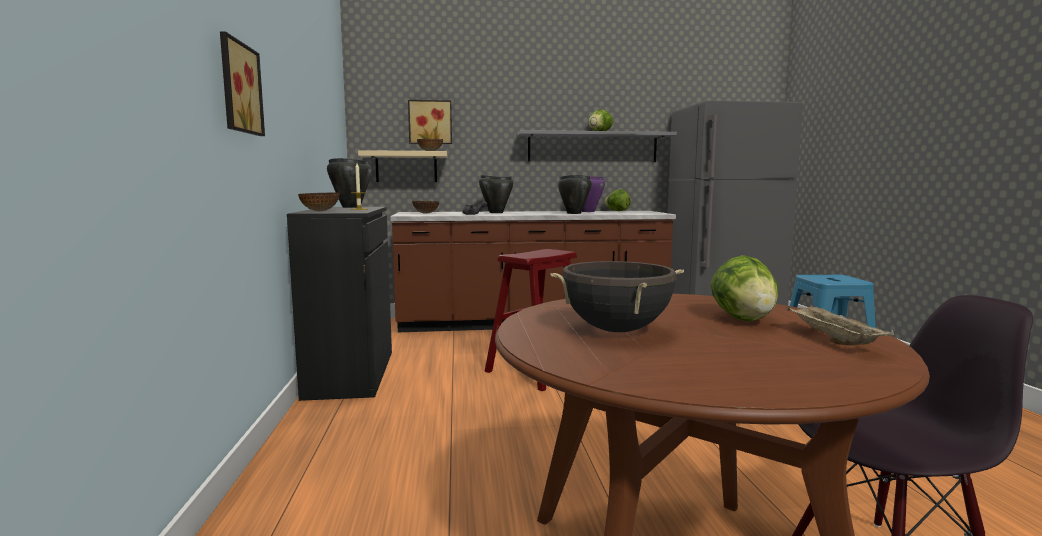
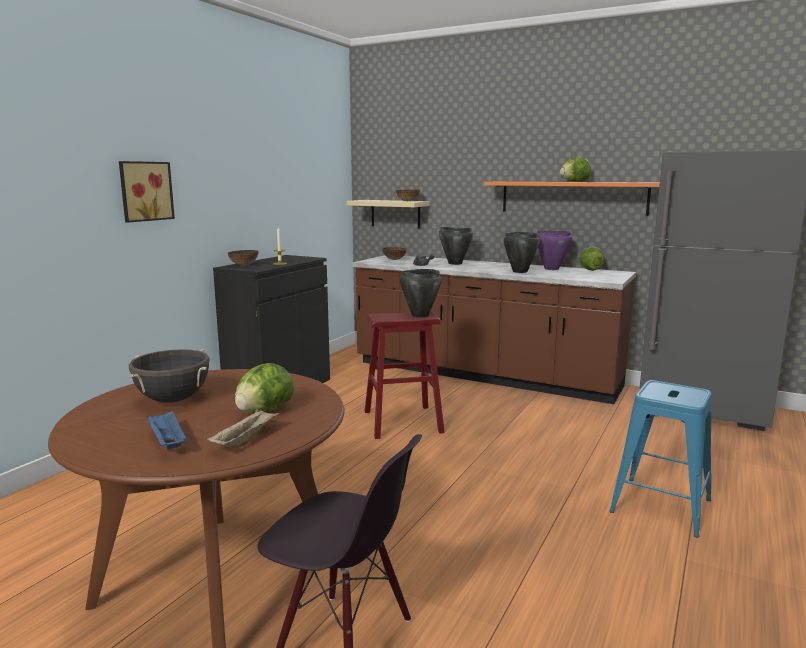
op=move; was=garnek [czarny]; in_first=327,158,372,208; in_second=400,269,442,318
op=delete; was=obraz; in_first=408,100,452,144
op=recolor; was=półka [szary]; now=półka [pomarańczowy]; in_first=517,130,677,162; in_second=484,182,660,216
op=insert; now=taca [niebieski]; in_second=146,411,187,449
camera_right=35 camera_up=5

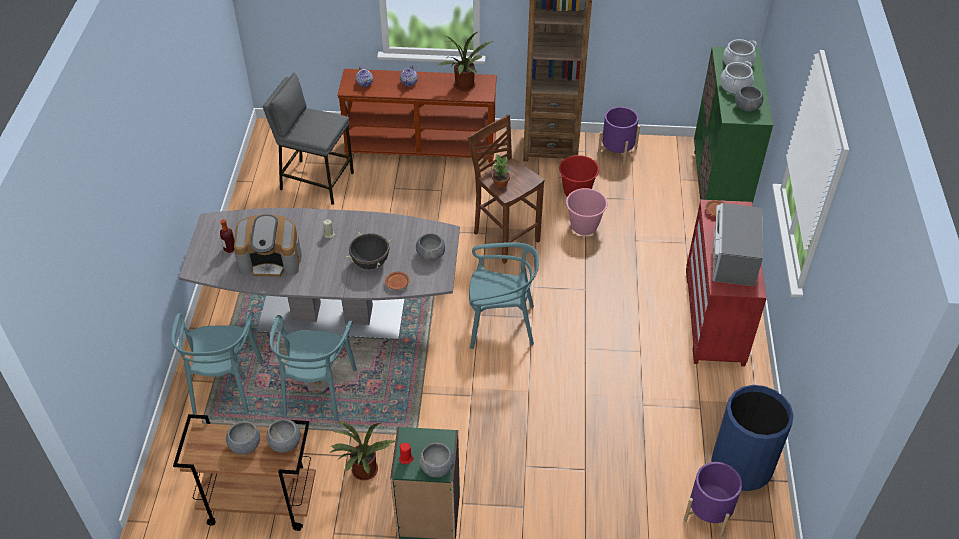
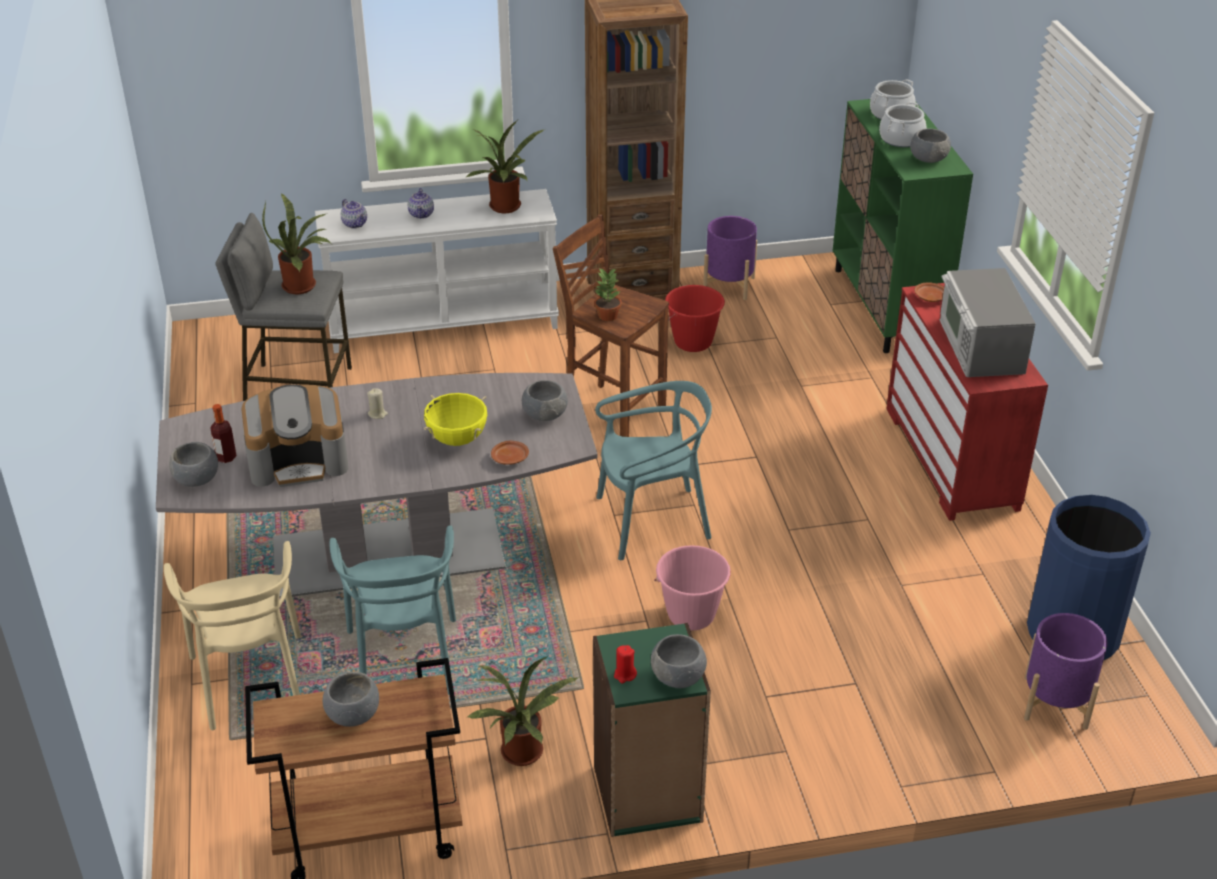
op=recolor; was=krzesło [turkusowy]; now=krzesło [beżowy]; in_first=171,312,263,415; in_second=164,541,301,730
op=move; was=miska [szary]; in_first=267,419,301,453; in_second=169,442,218,487
op=recolor; was=stolik konsolowy [brązowy]; now=stolik konsolowy [biały]; in_first=337,69,497,166; in_second=315,189,559,353
op=recolor; was=garnek [czarny]; now=garnek [żółty]; in_first=346,232,392,269; in_second=424,393,487,446
op=move; was=wiadro [różowy]; in_first=565,188,608,235; in_second=654,545,731,630
op=insert; now=roślina doniczkowa; in_second=262,193,331,294
camera_right=-15 camera_up=-10

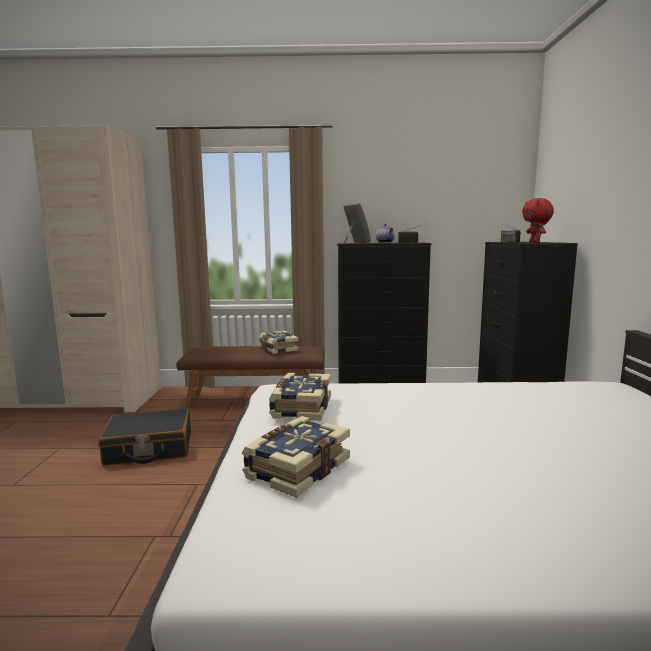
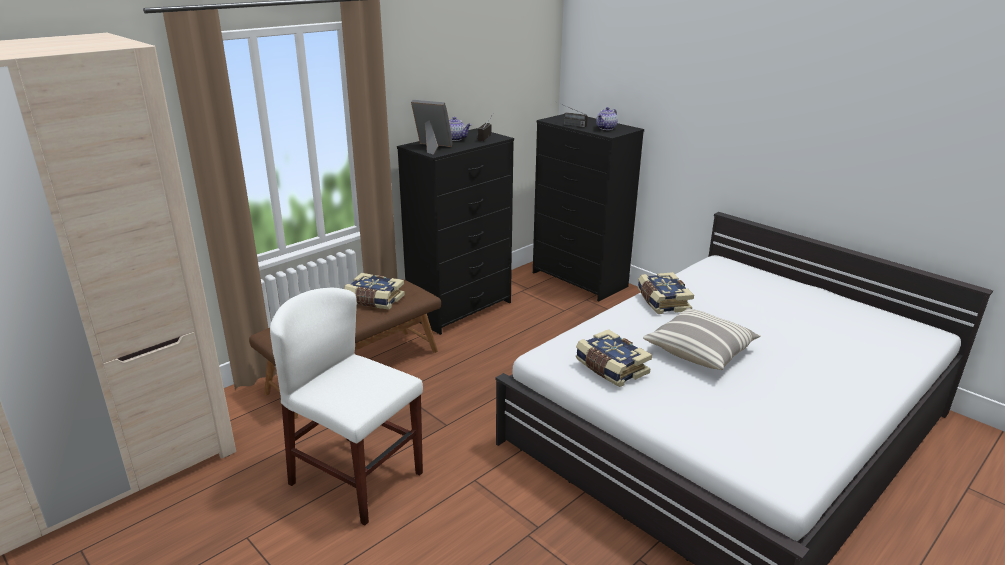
op=replace; was=walizka [czarny]; now=krzesło [biały]; in_first=98,408,191,465; in_second=270,287,423,525
op=move; was=książka; in_first=242,416,350,498; in_second=638,272,694,314
op=replace; was=pluszak [czerwony]; now=imbryk; in_first=522,198,554,243; in_second=596,107,618,130
op=insert; now=poduszka; in_second=643,308,761,370
camera_right=-45 camera_up=15

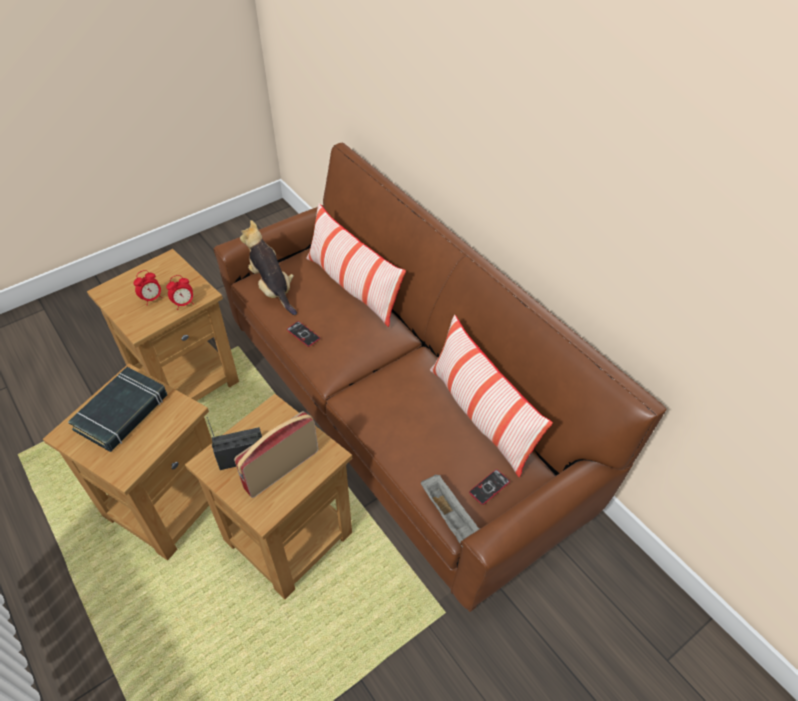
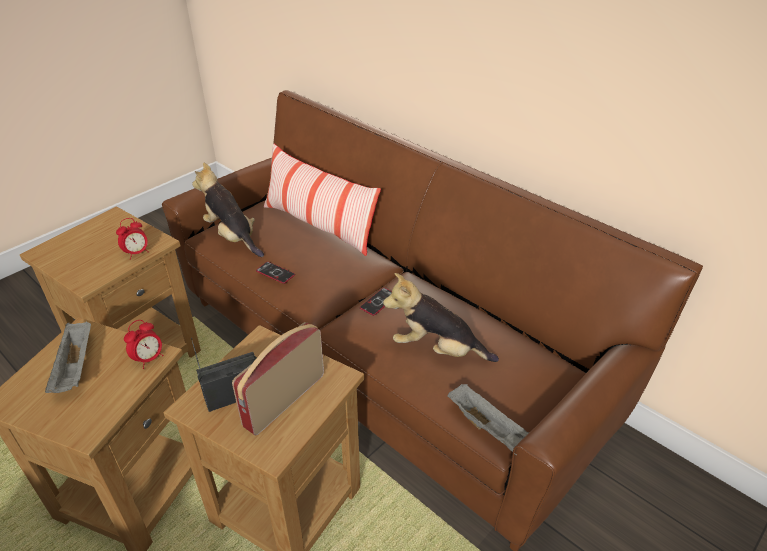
op=replace; was=książka [czarny]; now=taca [szary]; in_first=68,367,167,452; in_second=45,322,91,393
op=move; was=budzik; in_first=134,270,162,303; in_second=124,320,164,369
op=delete; was=poduszka; in_first=430,315,553,477
op=move; was=telefon; in_first=469,469,510,505; in_second=360,288,392,316
op=insert; now=pluszak; in_second=383,273,499,362
camera_right=-10 camera_up=-10

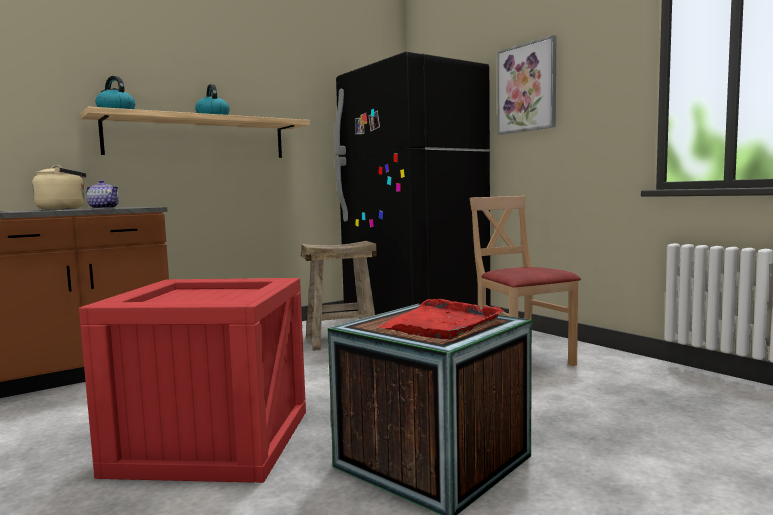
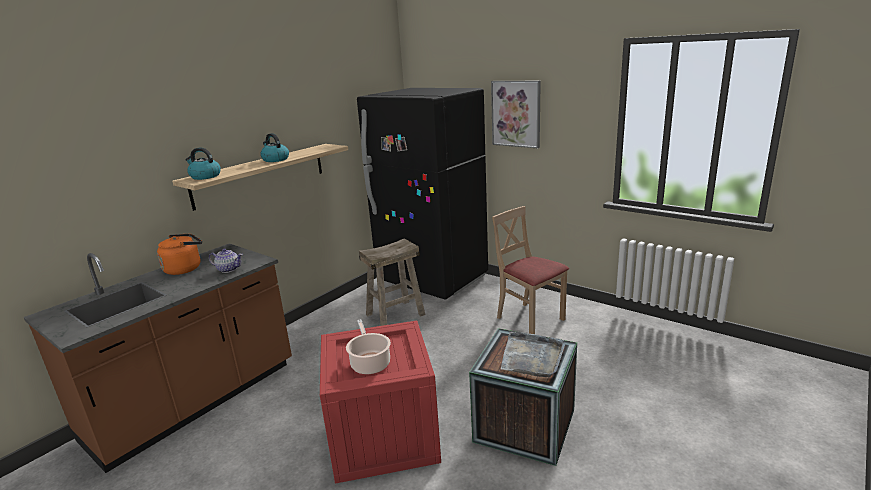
op=recolor; was=czajnik [beżowy]; now=czajnik [pomarańczowy]; in_first=32,165,87,210; in_second=157,234,202,275
op=recolor; was=taca [czerwony]; now=taca [szary]; in_first=377,299,504,339; in_second=501,332,565,377
op=insert; now=garnek; in_second=346,319,391,374
camera_right=-15 camera_up=15

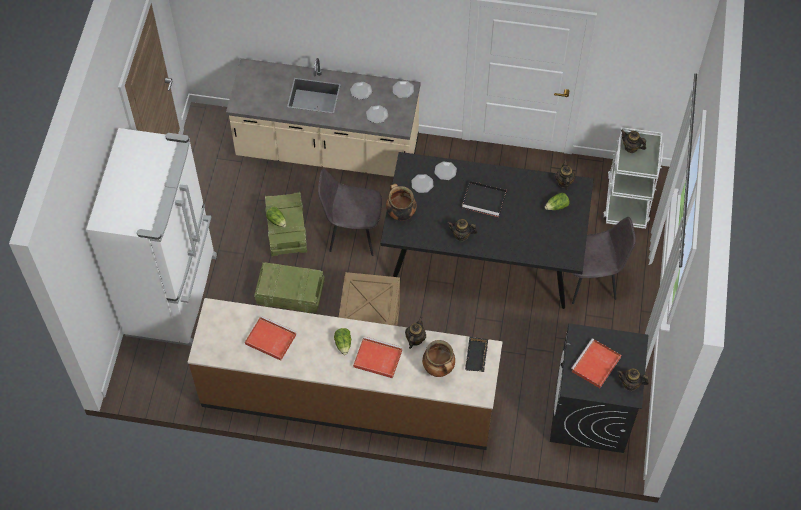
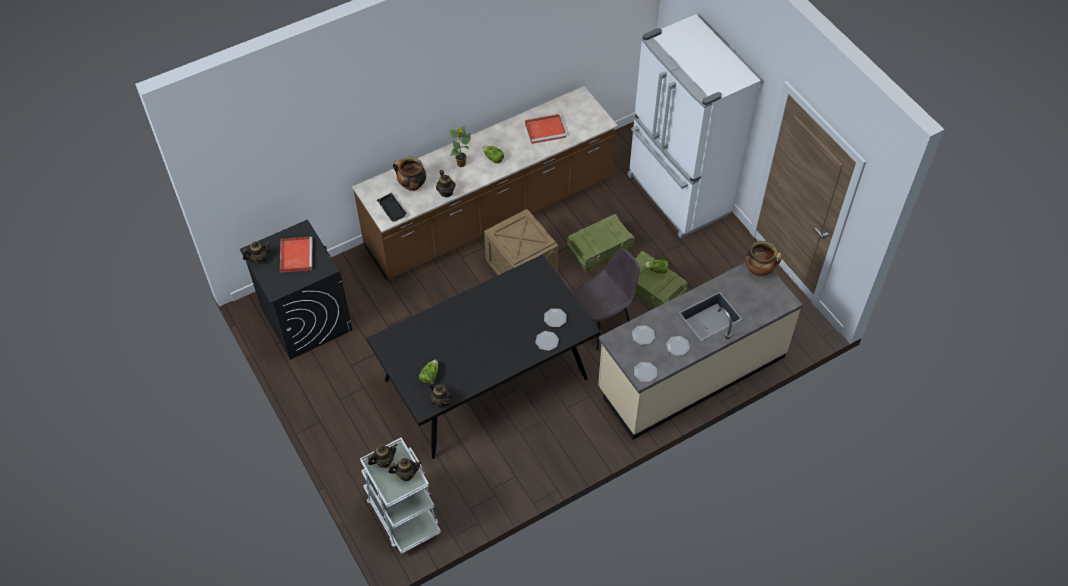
op=replace; was=taca [czerwony]; now=roślina doniczkowa; in_first=353,336,403,378; in_second=449,125,471,167
op=move; was=garnek; in_first=386,184,417,221; in_second=746,241,782,276
op=move; was=imbryk; in_first=447,219,477,241; in_second=368,444,397,468
op=delete; was=taca [czarny]; in_first=462,181,507,217
op=delete; was=krzesło [szary]; in_first=572,217,636,304
camera_right=140 camera_up=-5

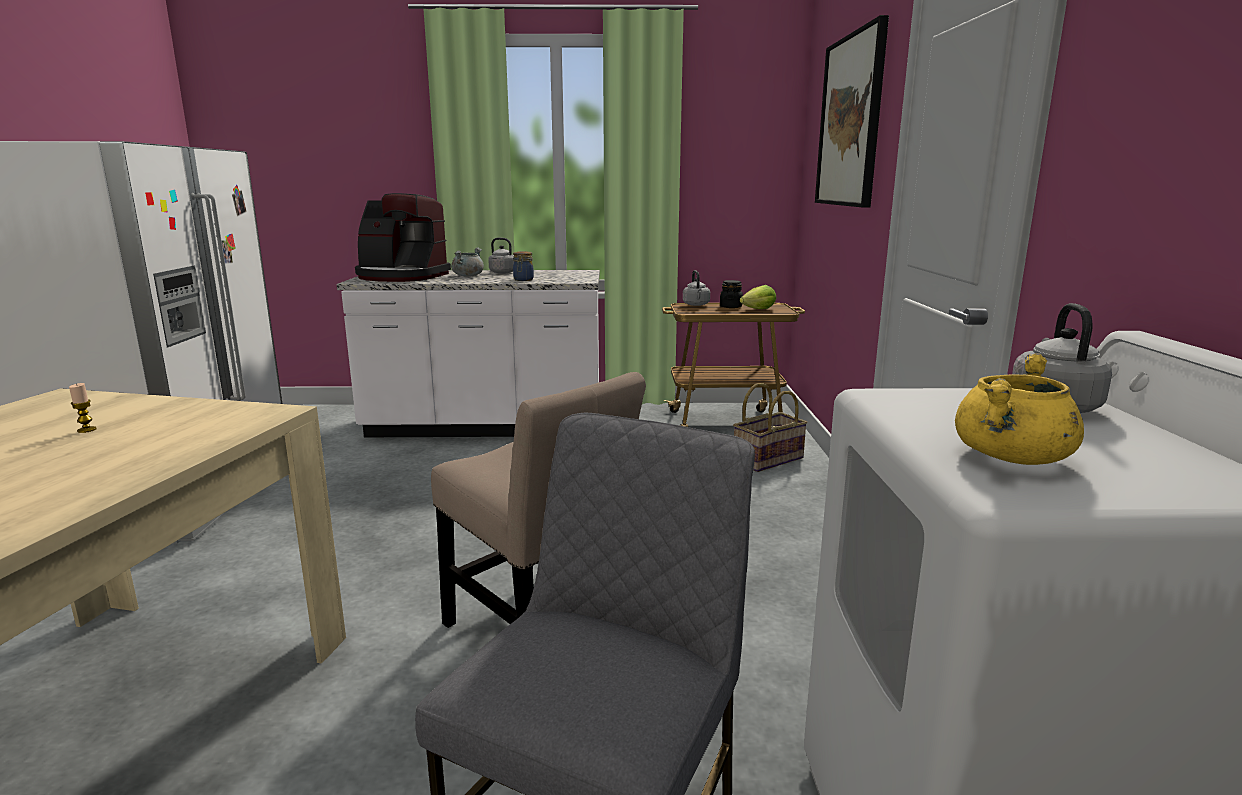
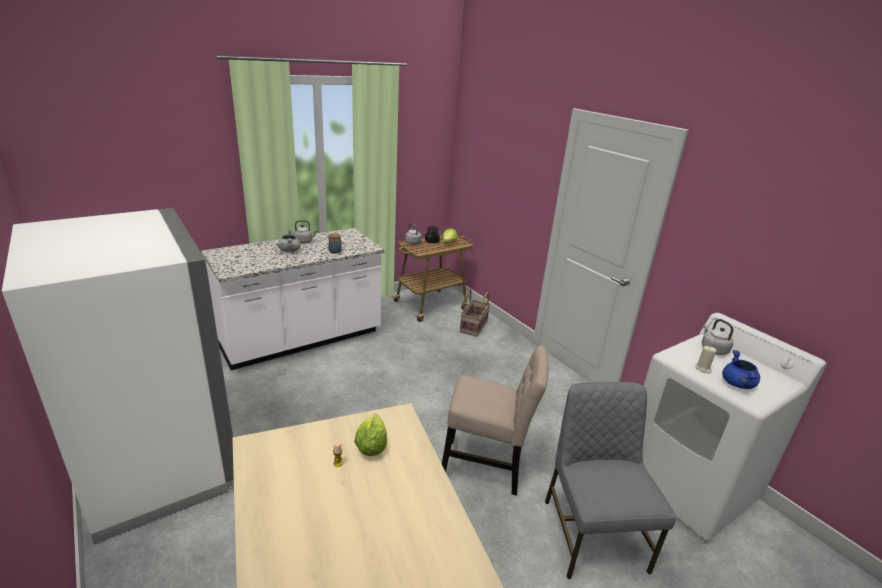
op=delete; was=ekspres do kawy; in_first=355,193,451,282
op=delete; was=obraz; in_first=815,15,889,207
op=recolor; was=garnek [żółty]; now=garnek [niebieski]; in_first=955,353,1084,465; in_second=722,350,760,389
op=insert; now=sałata; in_second=354,413,387,456
op=insert; now=świeca [beżowy]; in_second=695,346,716,373
camera_right=-35 camera_up=10

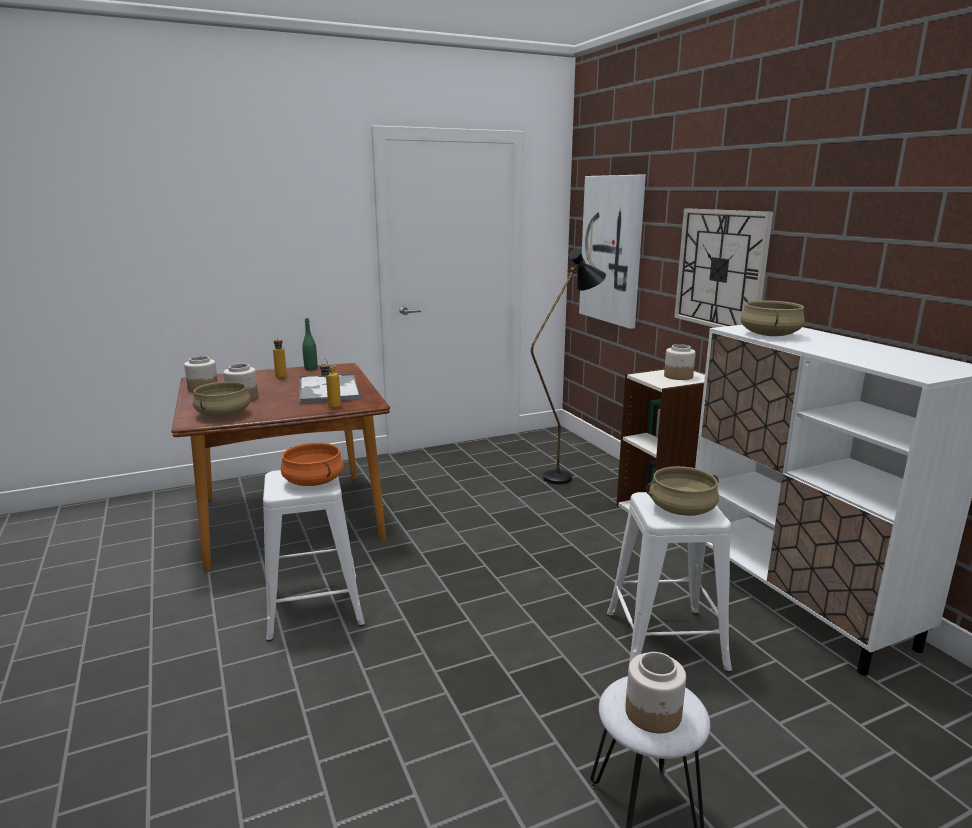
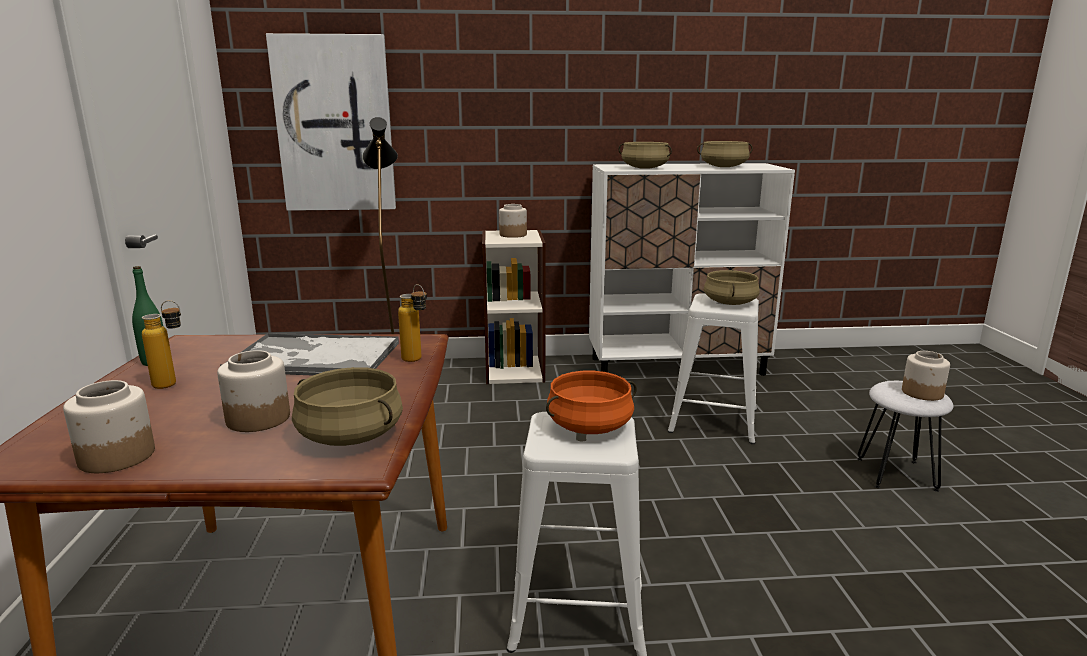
op=delete; was=zegar ścienny; in_first=674,208,773,328
op=insert; now=garnek [beżowy]; in_second=697,141,753,167
camera_right=-70 camera_up=0

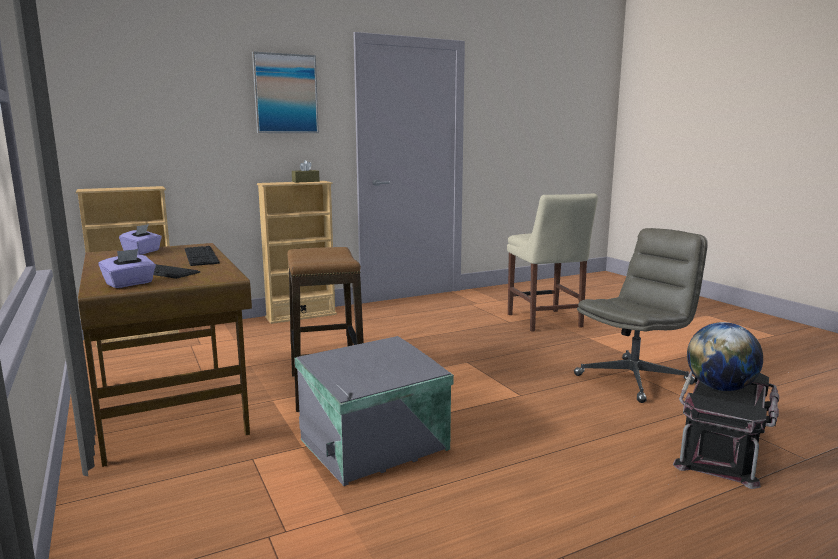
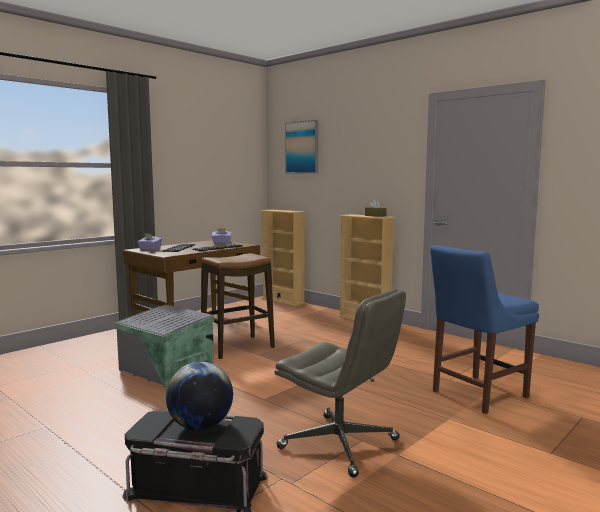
op=move; was=obraz; in_first=252,52,319,133; in_second=285,120,318,174
op=recolor; was=krzesło [beżowy]; now=krzesło [niebieski]; in_first=507,194,598,332; in_second=430,245,539,414
camera_right=70 camera_up=-5

